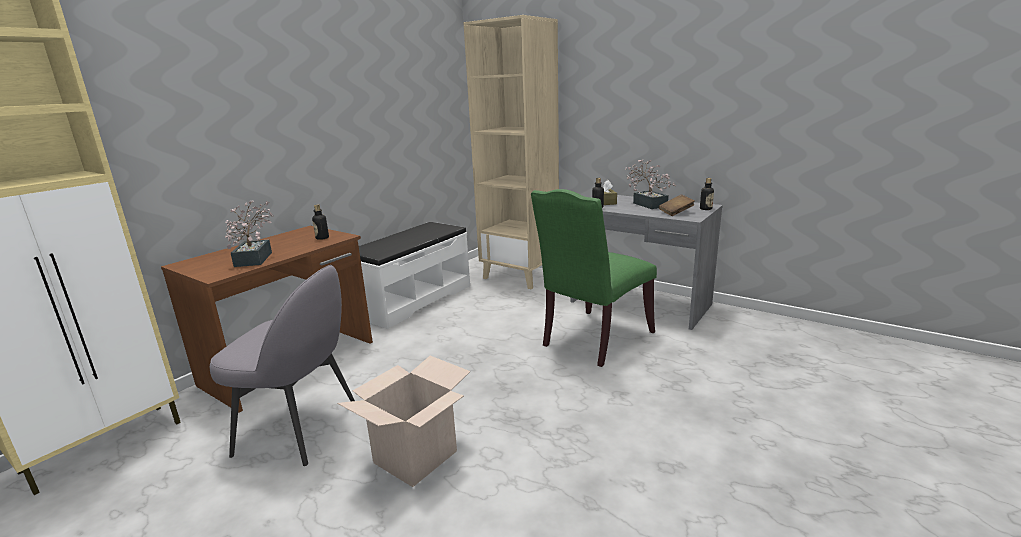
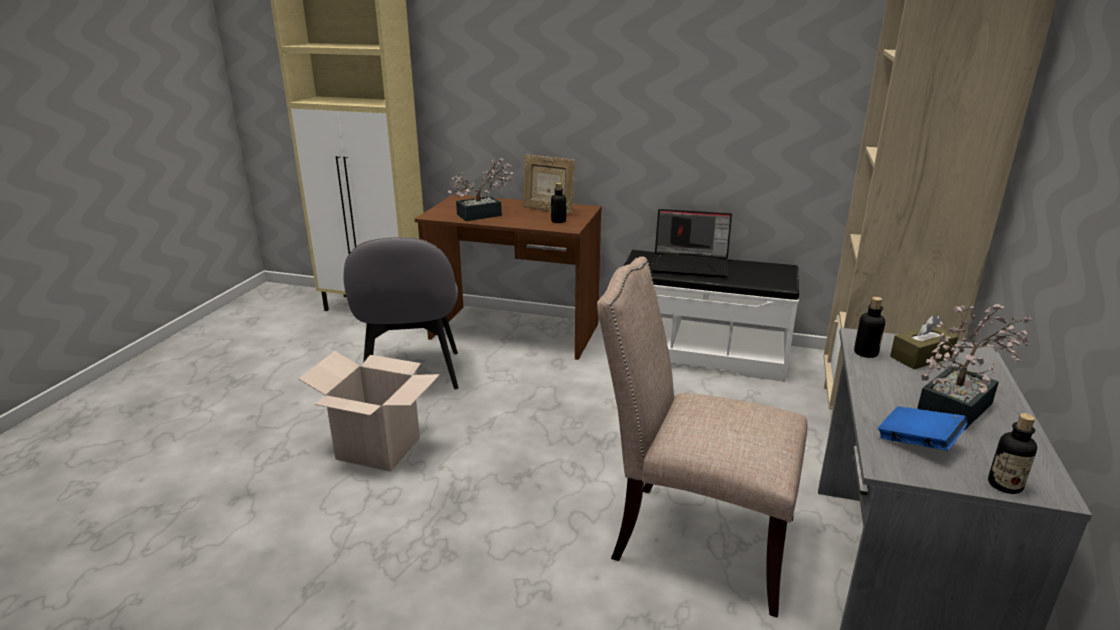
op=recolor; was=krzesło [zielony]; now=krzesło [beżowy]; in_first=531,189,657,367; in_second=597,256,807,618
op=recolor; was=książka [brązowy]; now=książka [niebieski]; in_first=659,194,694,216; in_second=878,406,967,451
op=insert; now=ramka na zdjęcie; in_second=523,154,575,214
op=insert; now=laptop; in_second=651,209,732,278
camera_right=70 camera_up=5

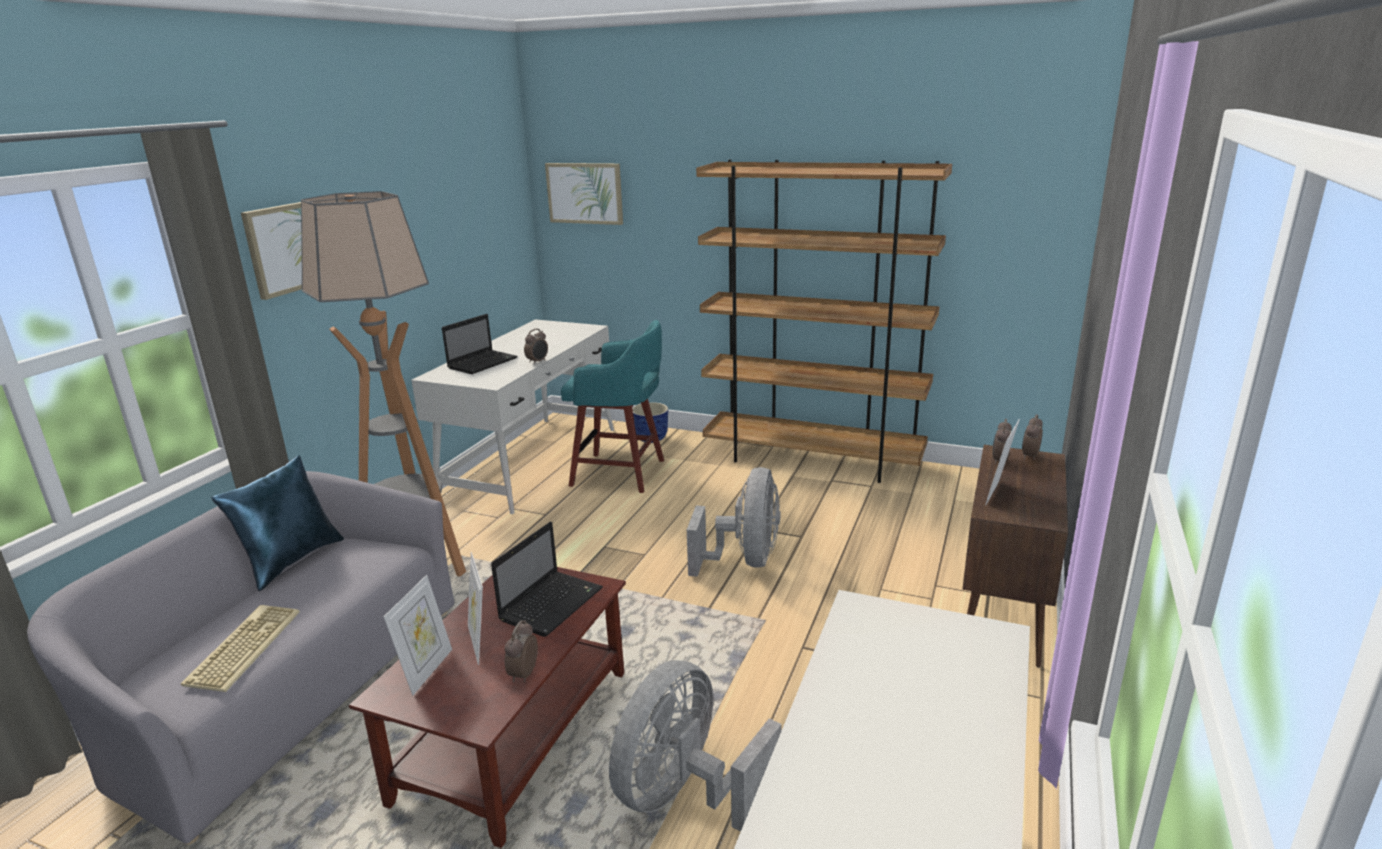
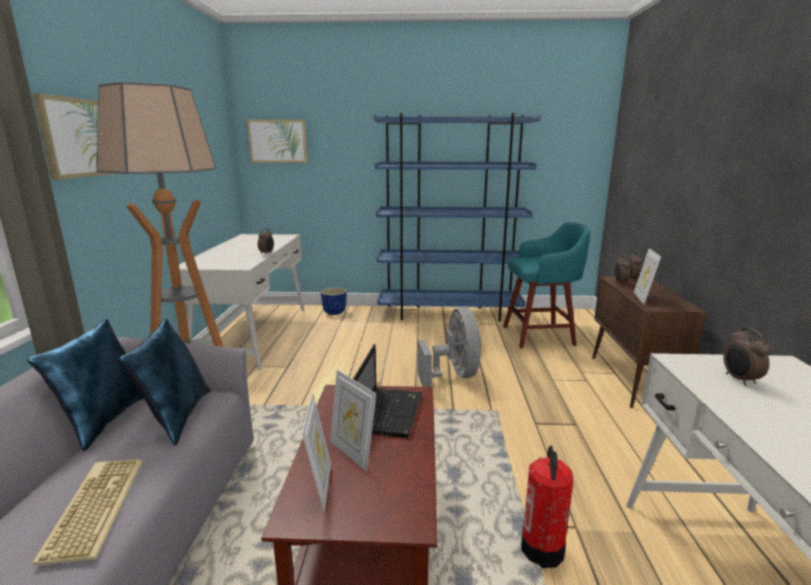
op=delete; was=laptop; in_first=442,314,518,374
op=move; was=budzik; in_first=505,620,538,683; in_second=723,327,770,386
op=move; was=stołek [turkusowy]; in_first=561,320,664,493; in_second=503,222,590,348
op=replace; was=wentylator [szary]; now=gaśnica; in_first=609,660,782,831; in_second=521,446,573,568
op=recolor; was=regał [brązowy]; now=regał [niebieski]; in_first=696,160,952,483; in_second=374,113,541,322
op=insert; now=poduszka [niebieski]; in_second=119,318,210,445
camera_right=-20 camera_up=-5

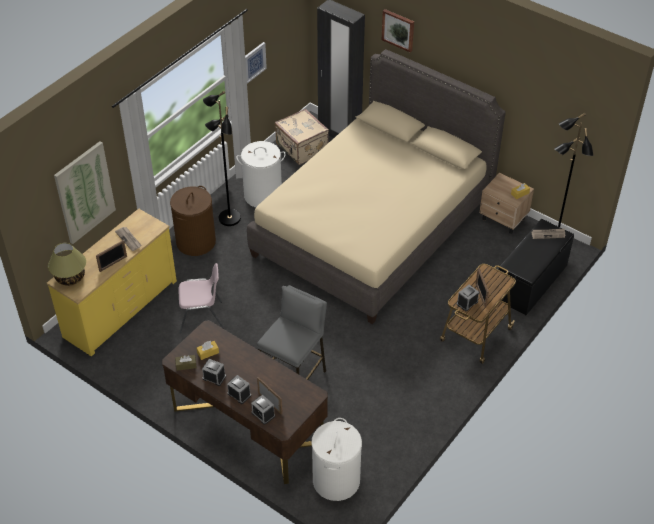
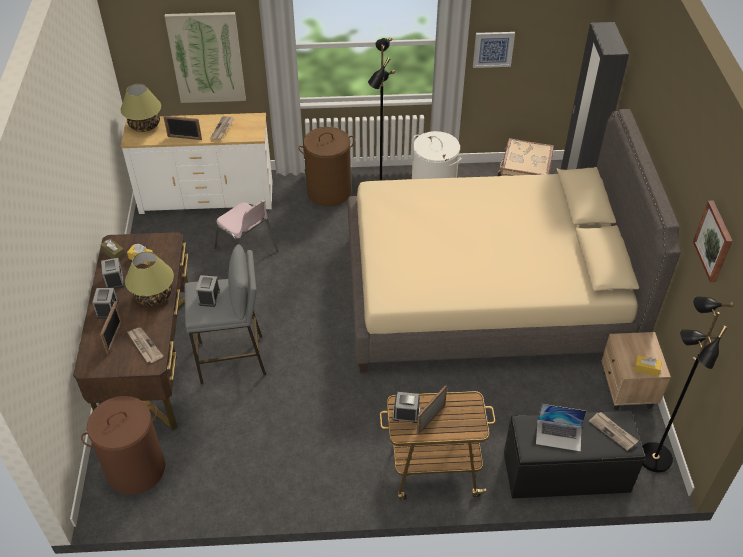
op=recolor; was=komoda [żółty]; now=komoda [biały]; in_first=47,209,177,356; in_second=121,113,272,214
op=move; was=budzik; in_first=251,395,275,425; in_second=196,275,220,307
op=recolor; was=kosz na pranie [biały]; now=kosz na pranie [brązowy]; in_first=312,418,362,501; in_second=81,396,165,495
op=move; was=obraz; in_first=382,9,414,52; in_second=693,200,733,282
op=insert; now=lampa stołowa; in_second=125,251,174,306
op=insert; now=gazeta; in_second=127,328,163,363
op=insert; now=laptop; in_second=536,404,586,451
camera_right=50 camera_up=0

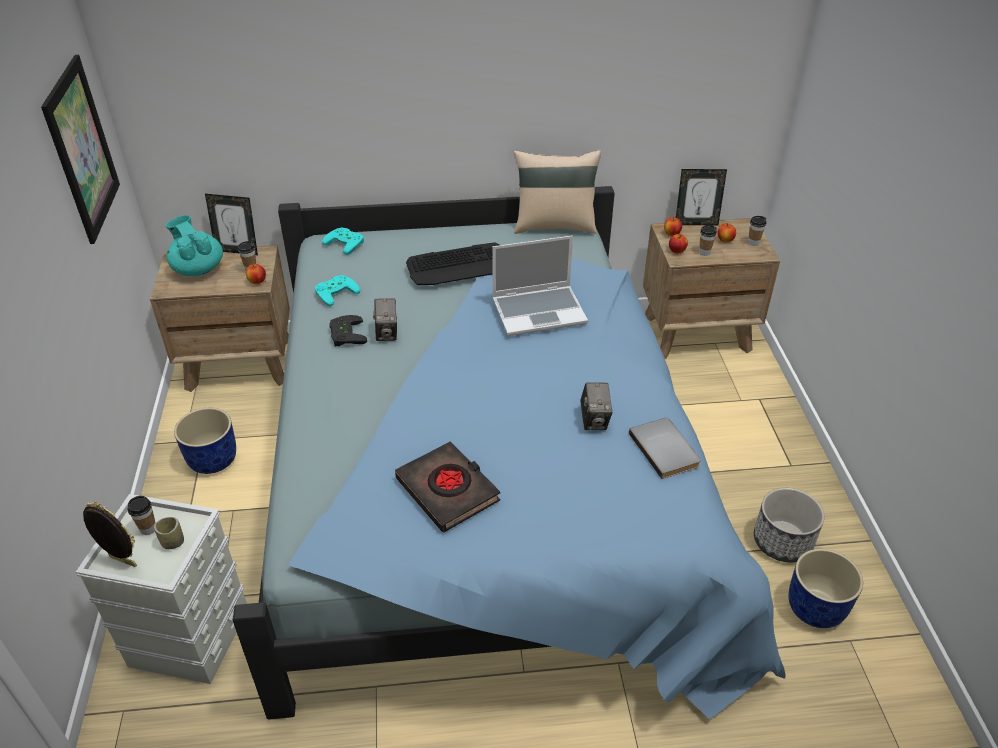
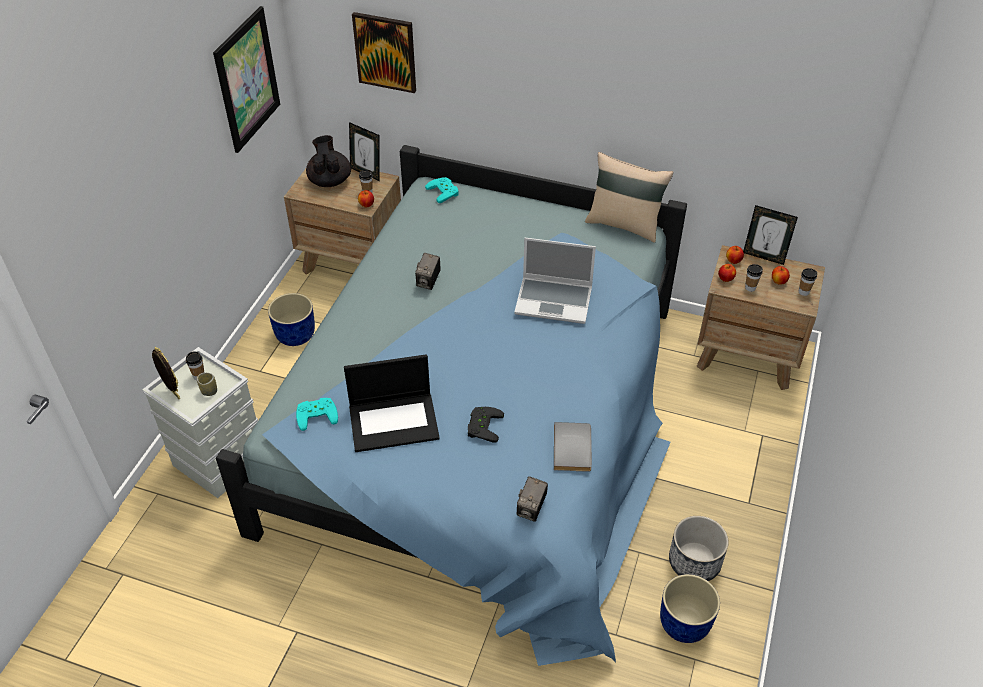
op=recolor; was=imbryk [turkusowy]; now=imbryk [czarny]; in_first=166,215,223,276; in_second=306,135,351,187
op=move; was=pad do gier [turkusowy]; in_first=315,275,360,307; in_second=296,398,338,431
op=move; was=pad do gier [czarny]; in_first=330,315,367,347; in_second=468,407,504,443
op=replace; was=książka [czarny]; now=laptop; in_first=395,441,500,533; in_second=344,354,440,452
op=delete; was=klawiatura; in_first=406,242,500,285
op=move; was=aparat fotograficzny; in_first=580,382,613,430; in_second=517,476,548,522
op=insert; now=obraz; in_second=352,12,416,93
camera_right=25 camera_up=5

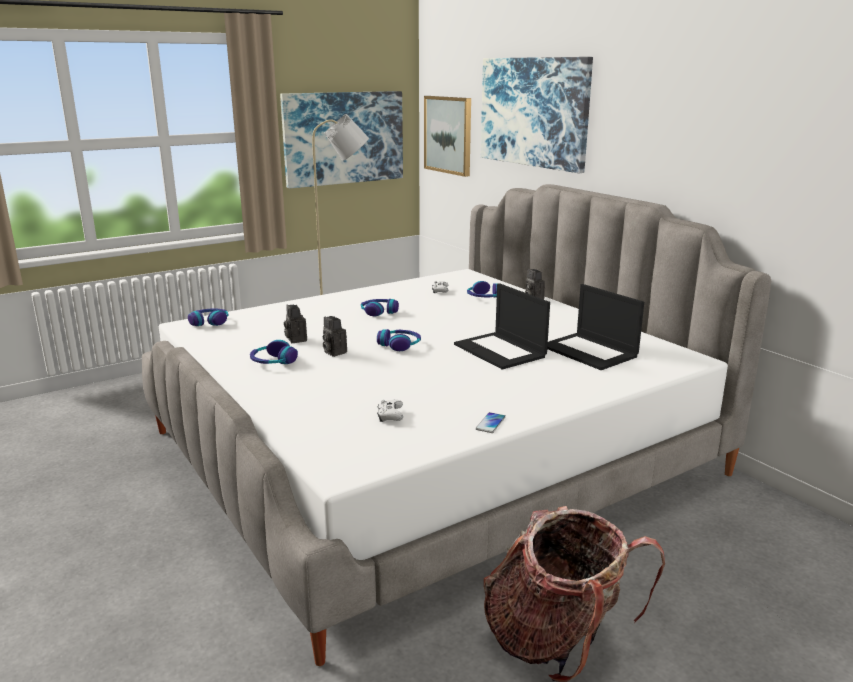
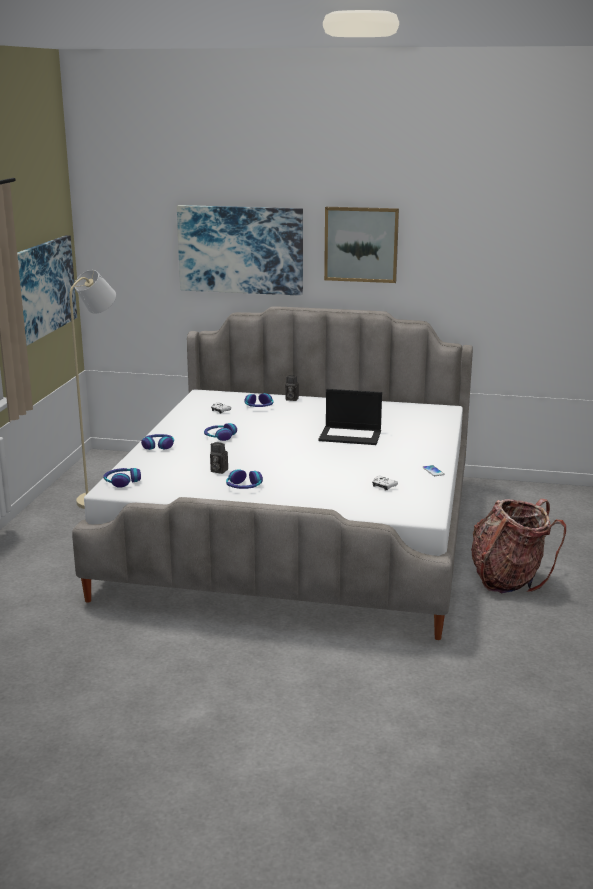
op=delete; was=aparat fotograficzny; in_first=323,316,347,357
op=move; was=słuchawki; in_first=377,329,421,351; in_second=141,434,174,450
op=move; was=obraz; in_first=424,96,471,177; in_second=324,207,399,283
op=delete; was=laptop; in_first=547,284,644,370
camera_right=-45 camera_up=0

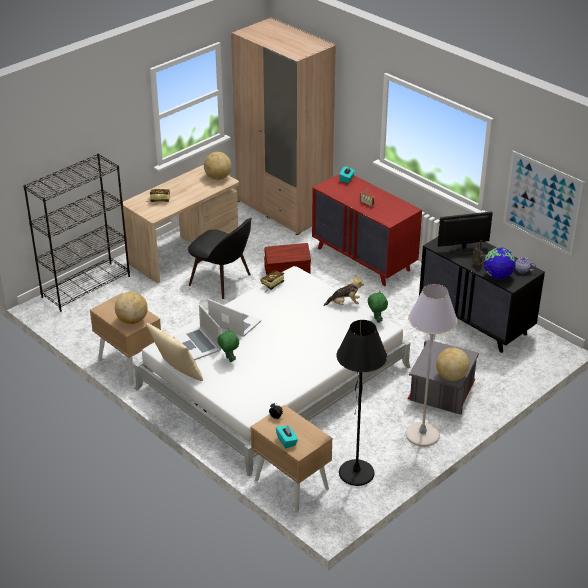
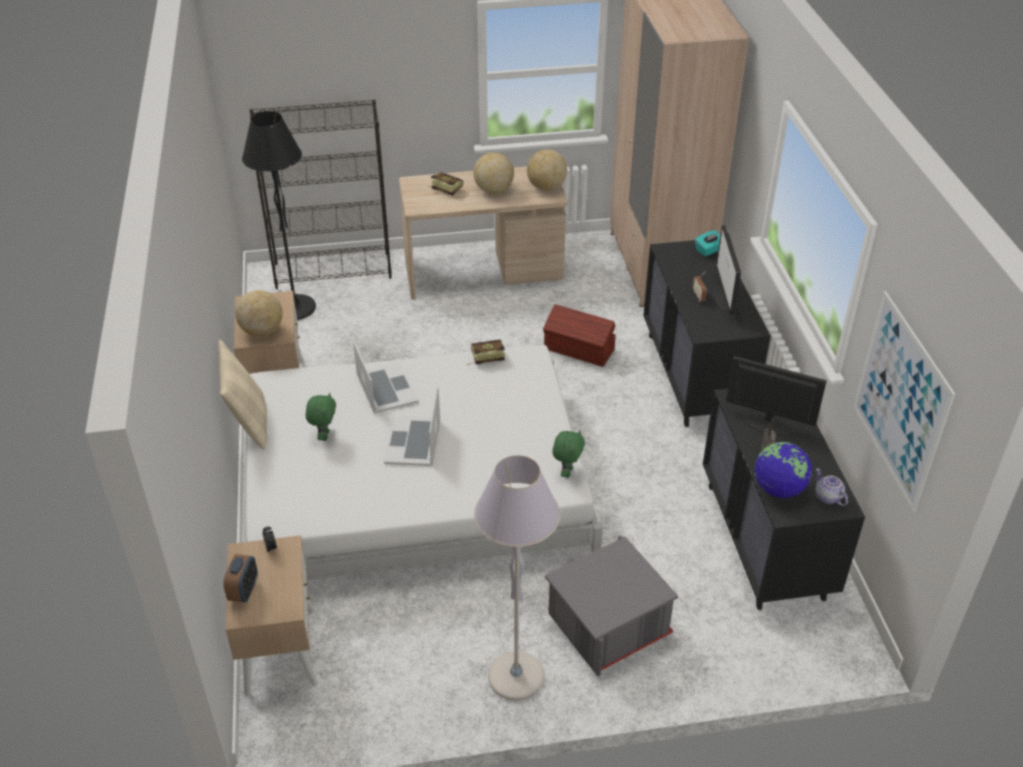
op=move; was=laptop; in_first=173,304,221,360; in_second=384,387,440,466
op=delete; was=krzesło [czarny]; in_first=188,218,252,299
op=replace; was=pudełko chusteczek [turkusowy]; now=budzik; in_first=276,424,298,448; in_second=223,554,258,603
op=recolor; was=komoda [czerwony]; now=komoda [czarny]; in_first=312,174,422,286; in_second=643,240,771,427
op=delete; was=pluszak; in_first=323,276,364,306
op=move; was=lampa stojąca [czarny]; in_first=336,320,387,486; in_second=242,111,316,320
op=move; was=globus; in_first=436,347,470,381; in_second=473,152,514,194
op=insert; now=monitor; in_second=712,225,741,315
camera_right=35 camera_up=5

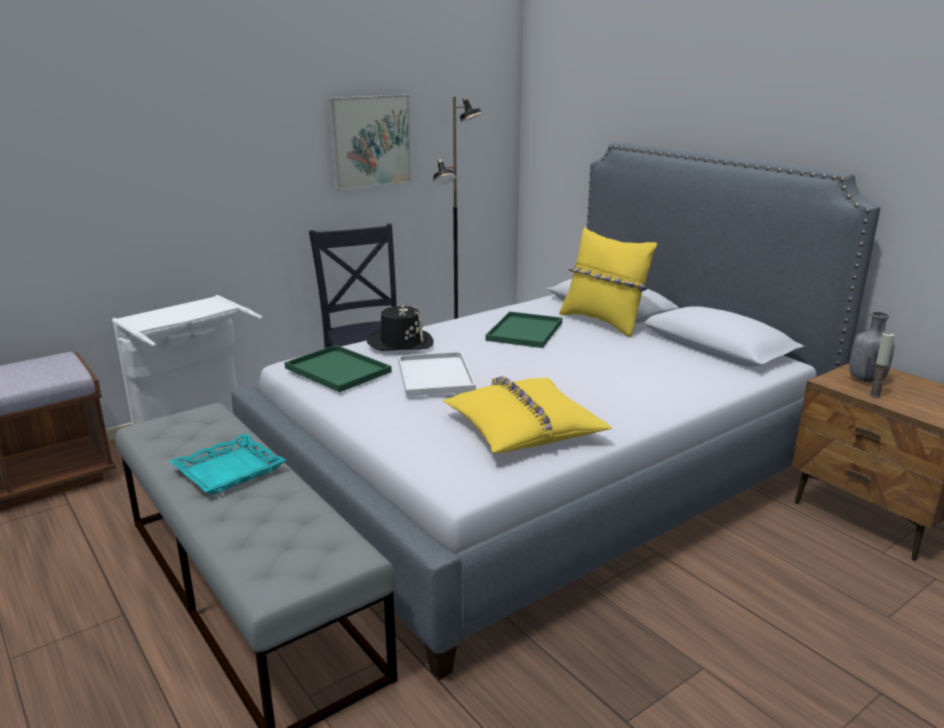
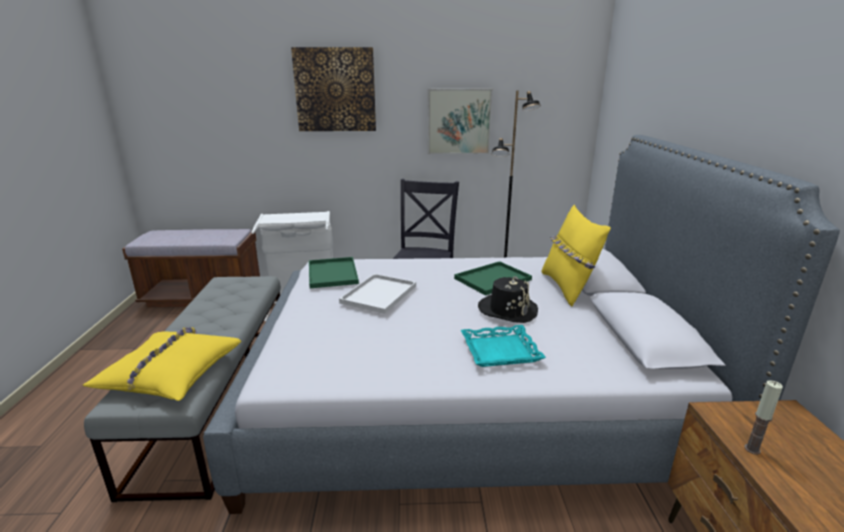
op=move; was=taca [turkusowy]; in_first=169,434,286,495; in_second=461,325,546,367
op=move; was=kapelusz [czarny]; in_first=367,303,434,351; in_second=478,276,538,323
op=move; was=poduszka [żółty]; in_first=443,376,612,453; in_second=83,327,241,401
op=delete; was=butelka [szary]; in_first=849,312,895,383
op=insert; now=obraz; in_second=291,47,376,131
camera_right=35 camera_up=0

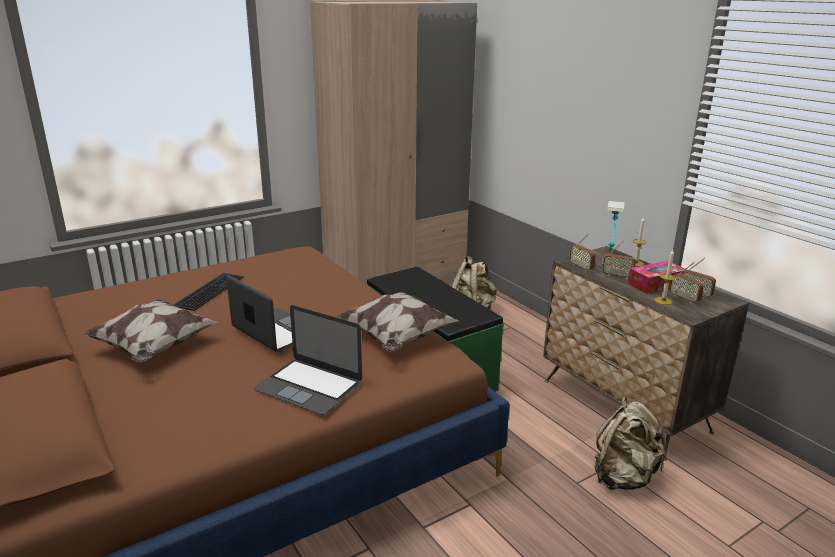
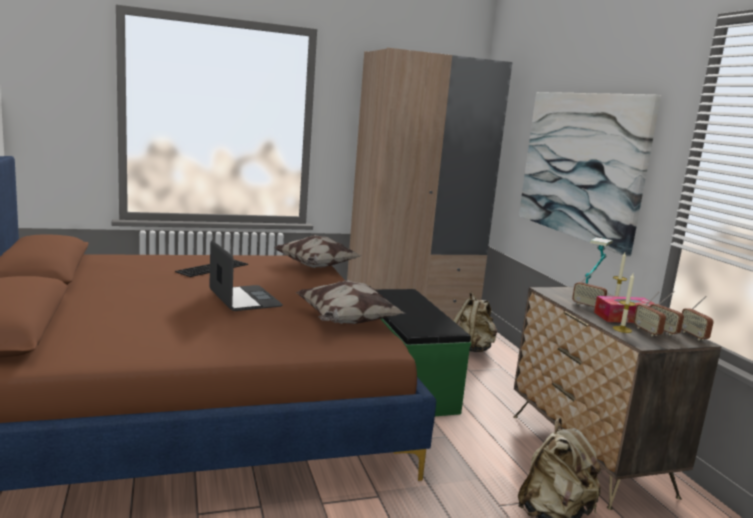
op=move; was=poduszka; in_first=83,299,217,362; in_second=274,235,361,268
op=delete; was=laptop; in_first=254,305,362,415
op=move; was=radio; in_first=569,233,596,271; in_second=682,296,714,340
op=insert; now=obraz; in_second=519,92,661,257
camera_right=15 camera_up=-10

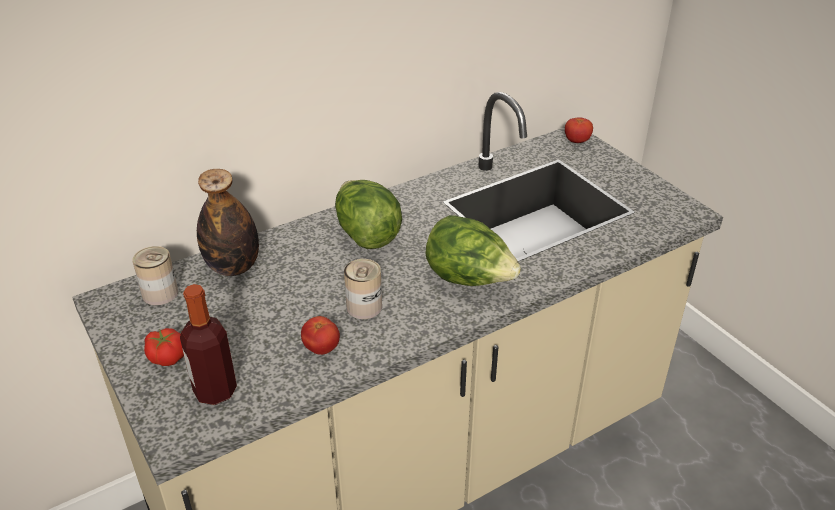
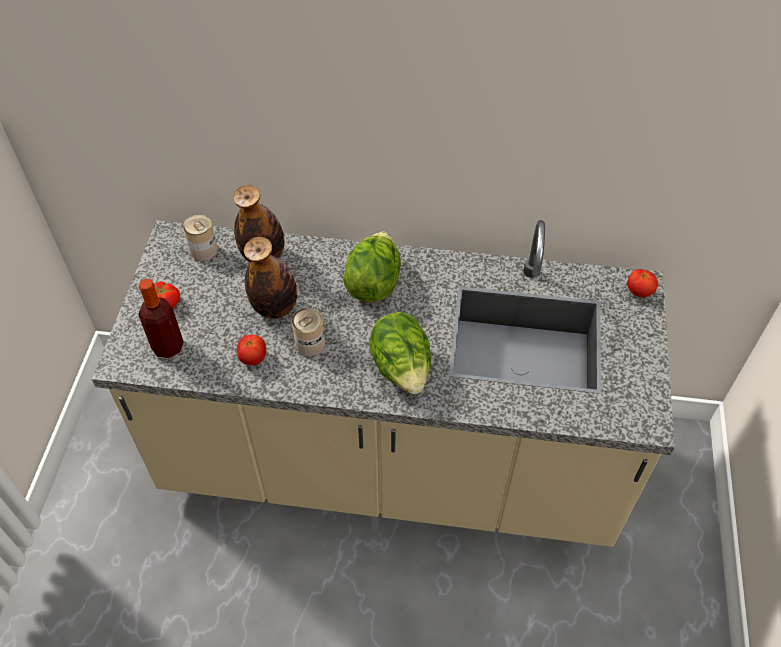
op=insert; now=butelka; in_second=244,237,297,319
camera_right=40 camera_up=15

